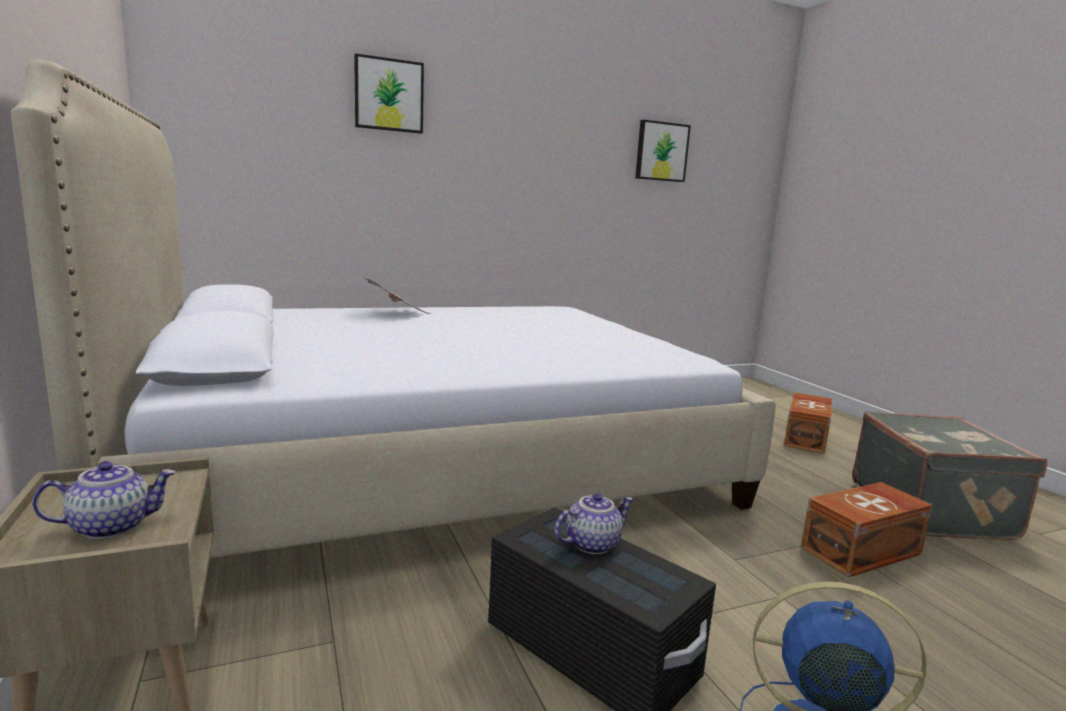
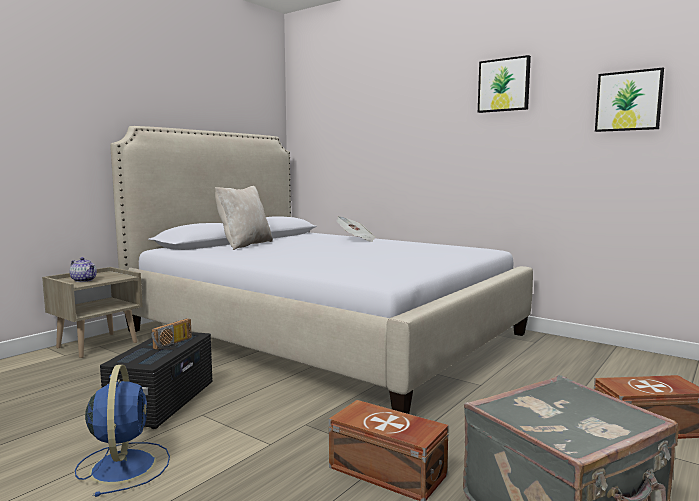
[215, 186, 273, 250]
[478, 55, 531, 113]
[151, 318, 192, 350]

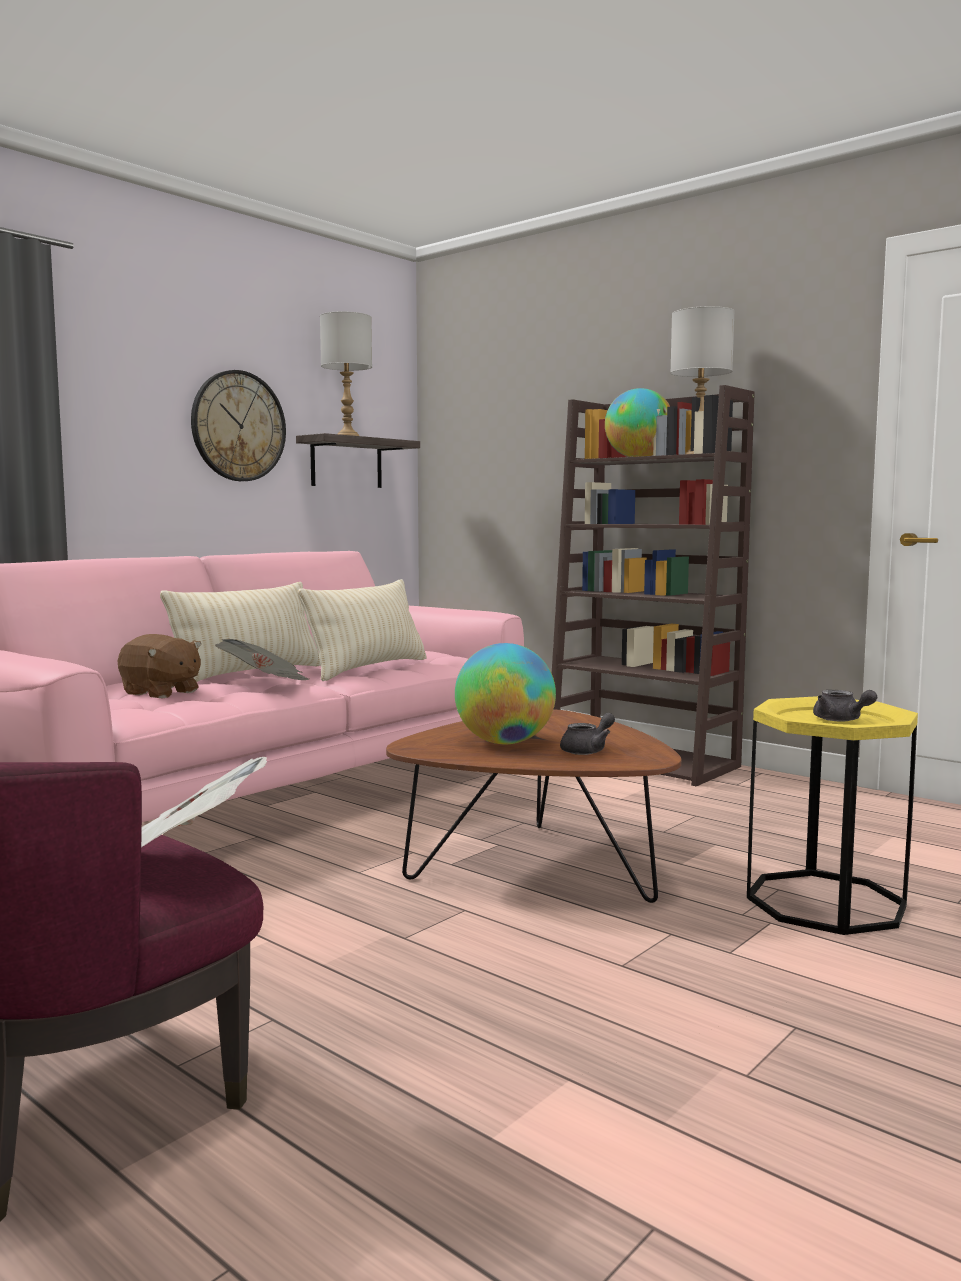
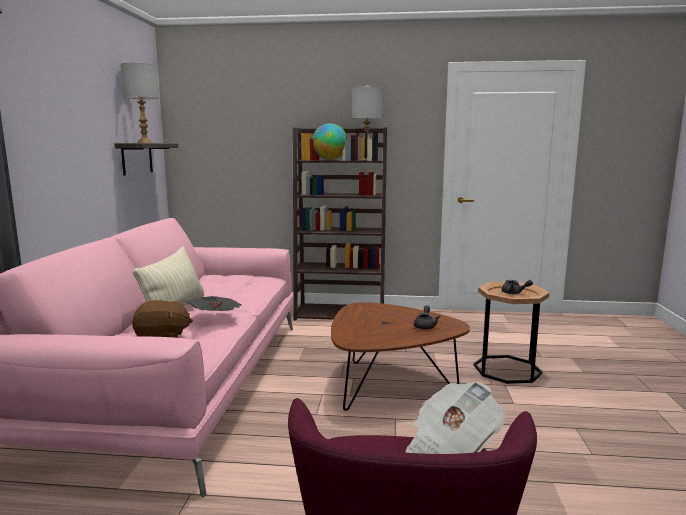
[191, 370, 286, 481] (first image)
[298, 579, 427, 681] (first image)
[455, 643, 556, 744] (first image)
[474, 282, 549, 384]

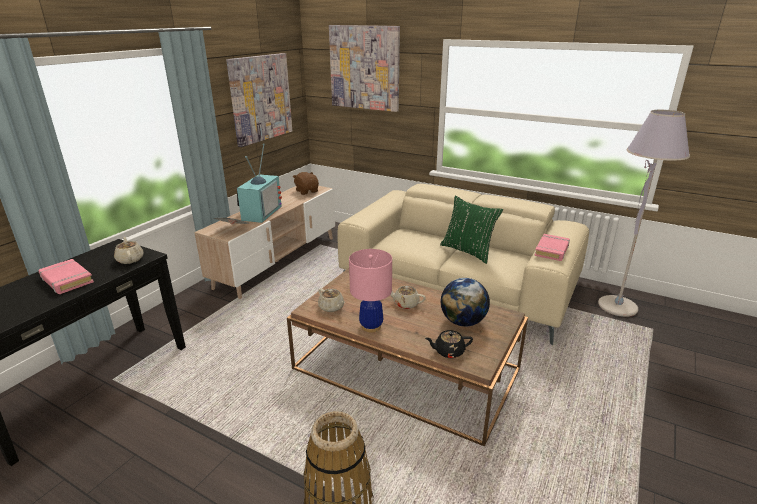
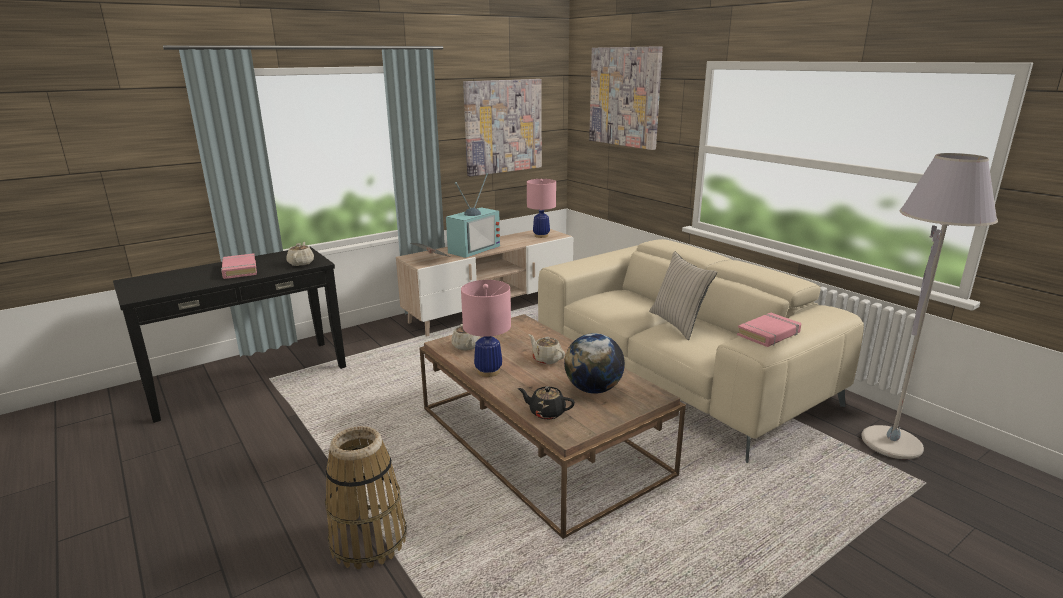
[527, 179, 556, 238]
[649, 251, 717, 340]

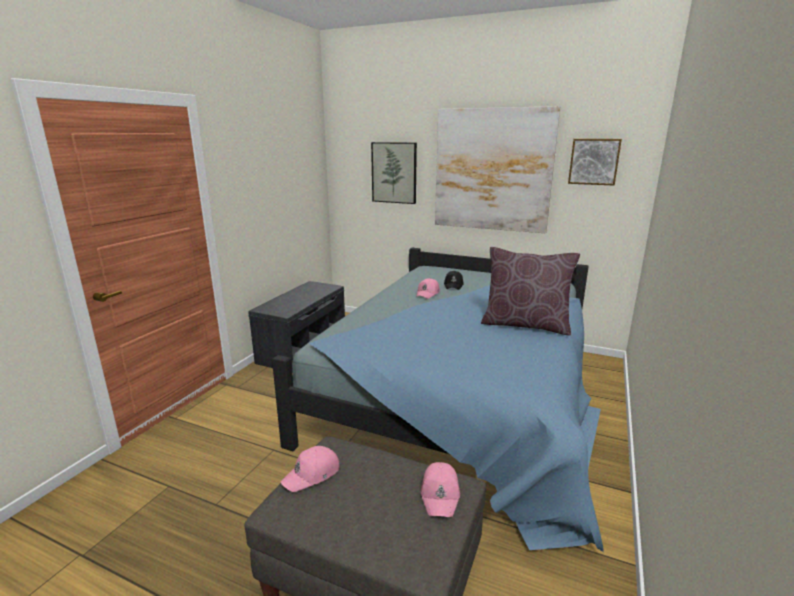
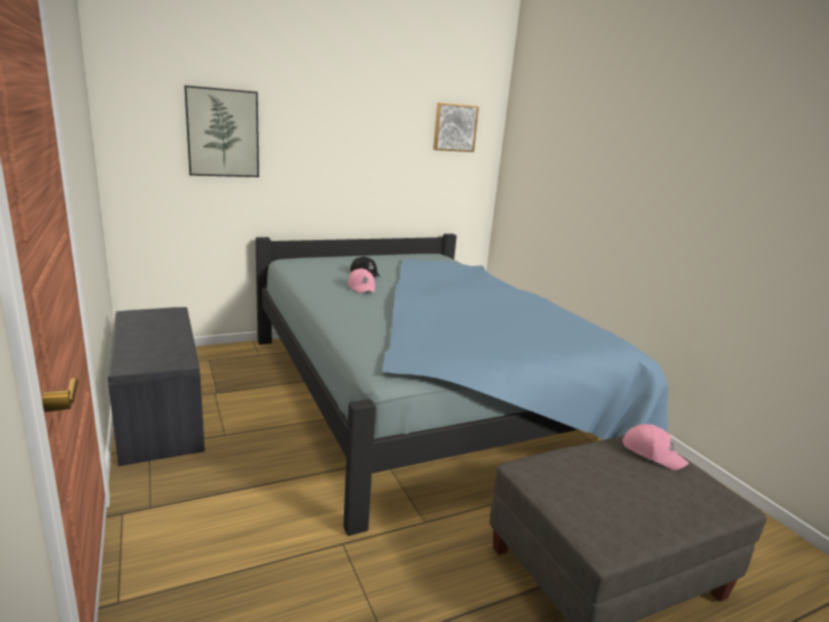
[281, 446, 339, 492] (first image)
[435, 106, 560, 233] (first image)
[481, 247, 580, 336] (first image)

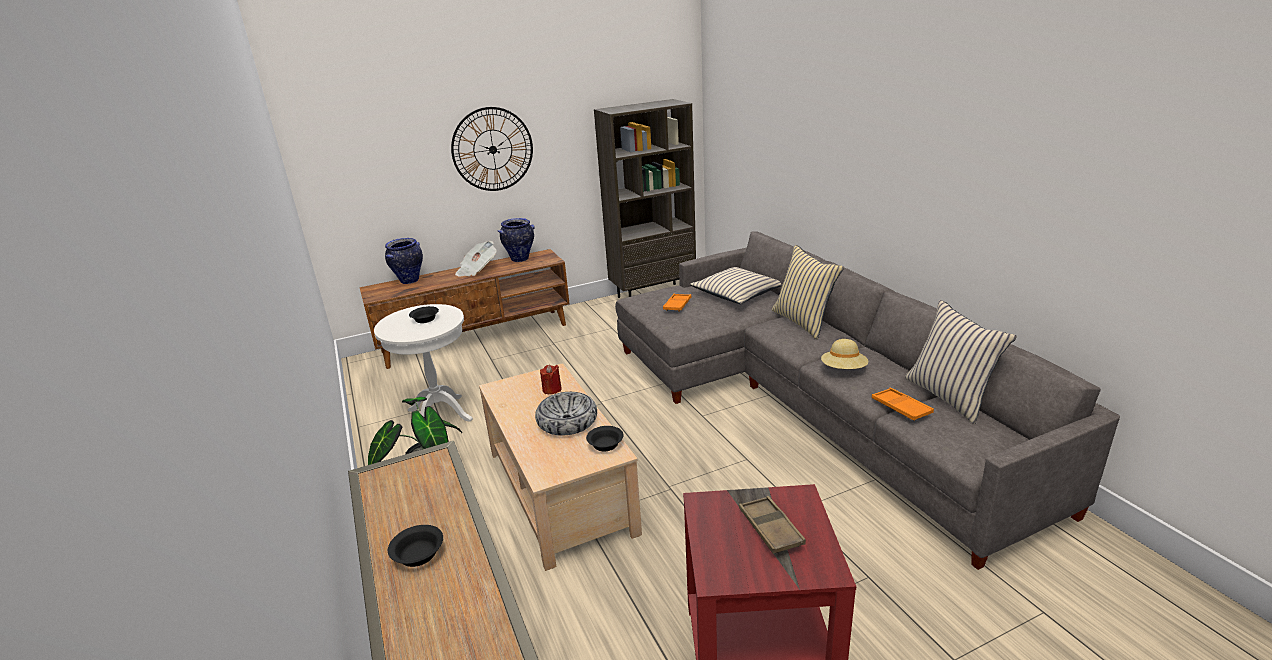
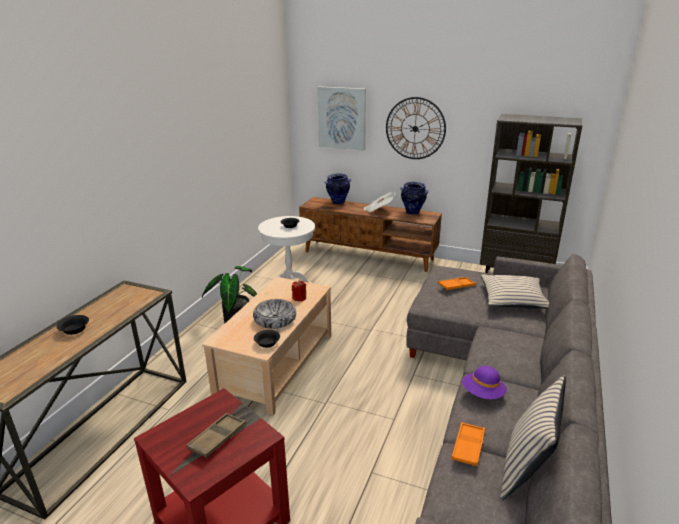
[772, 245, 844, 339] (first image)
[317, 86, 366, 151]
[462, 366, 507, 399]

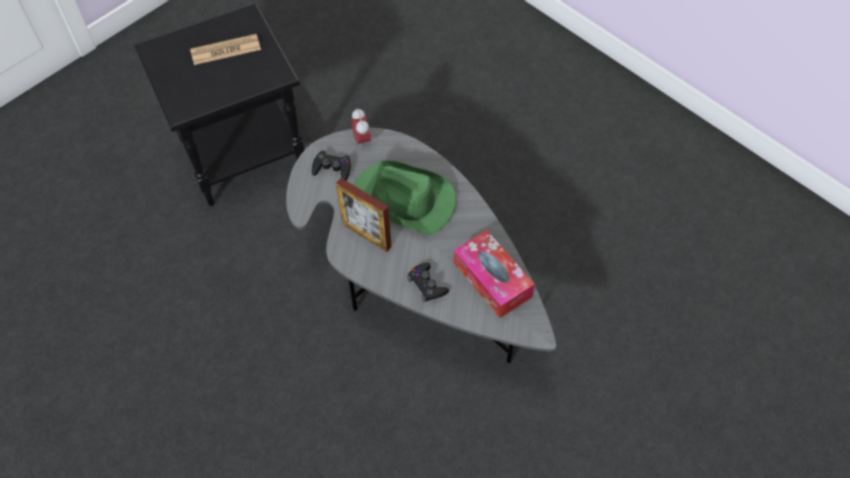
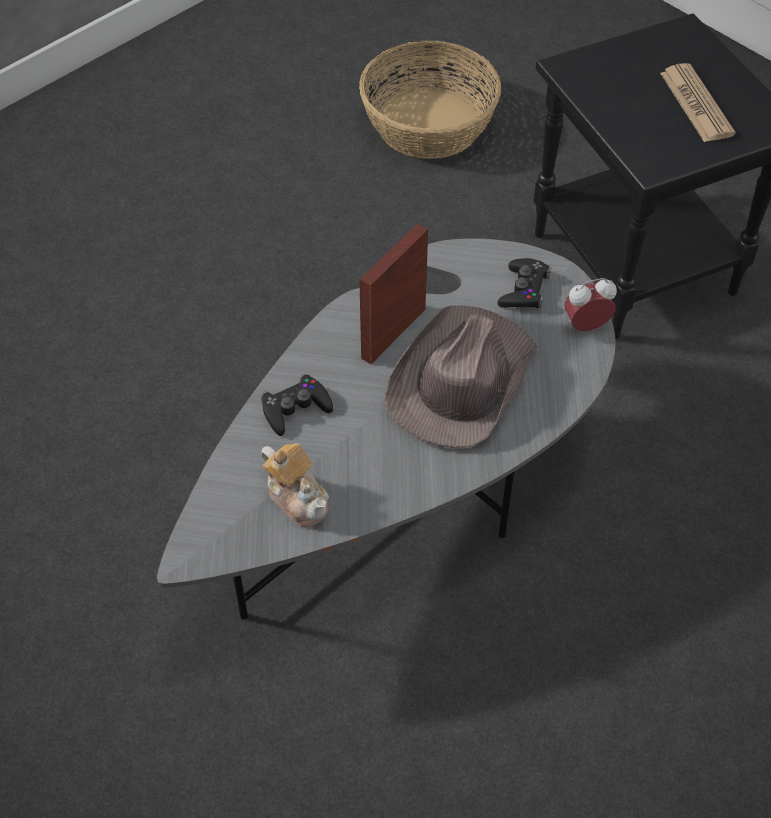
[359, 41, 501, 159]
[261, 443, 329, 527]
[384, 305, 538, 448]

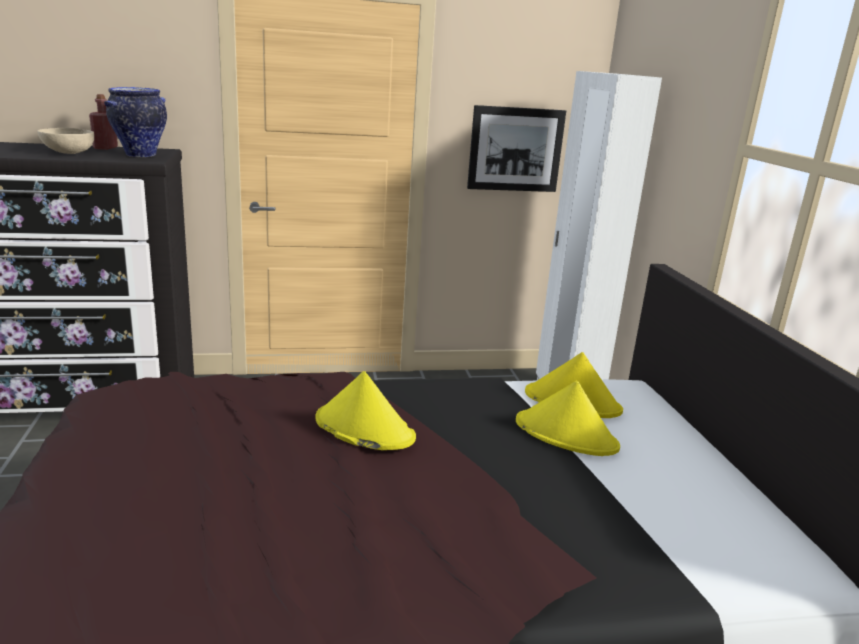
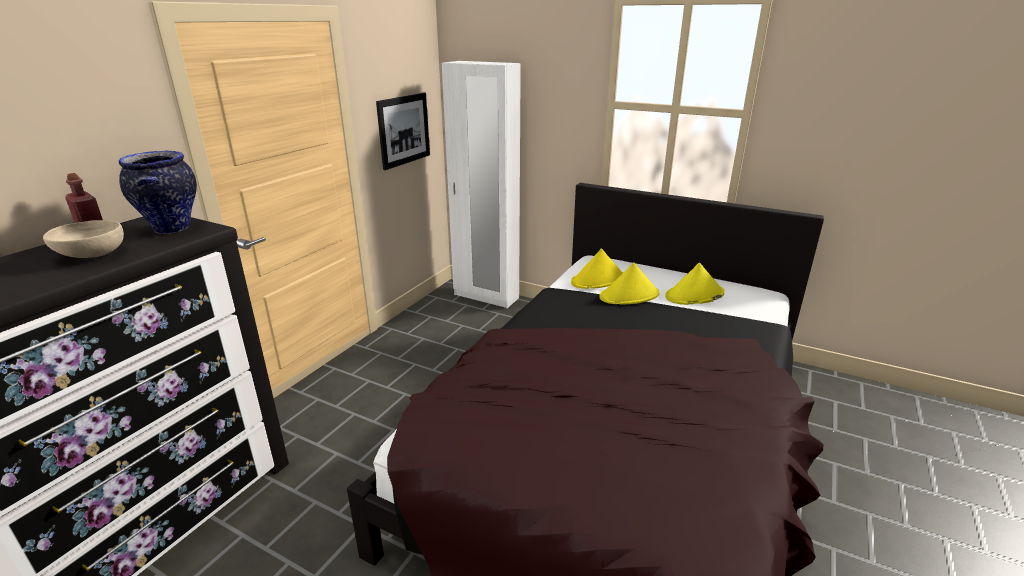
[665, 263, 725, 305]

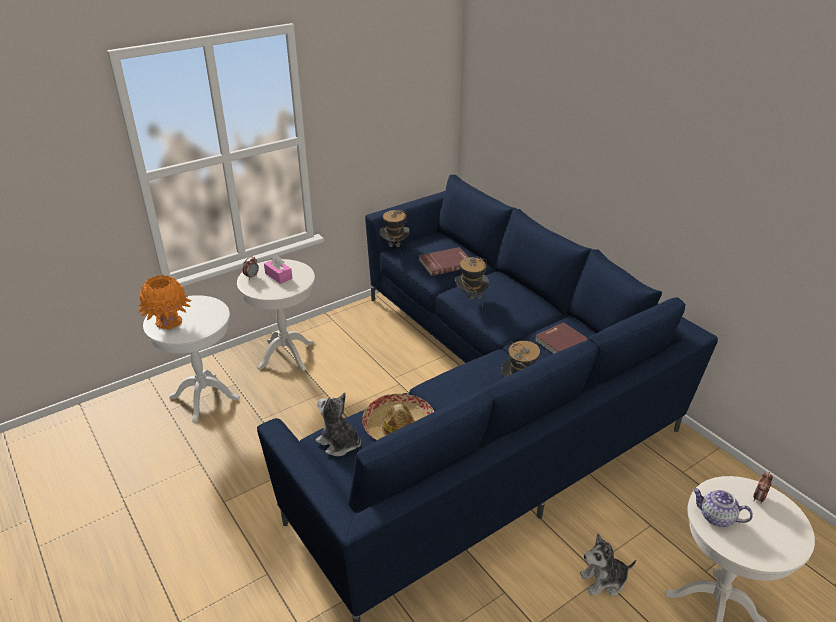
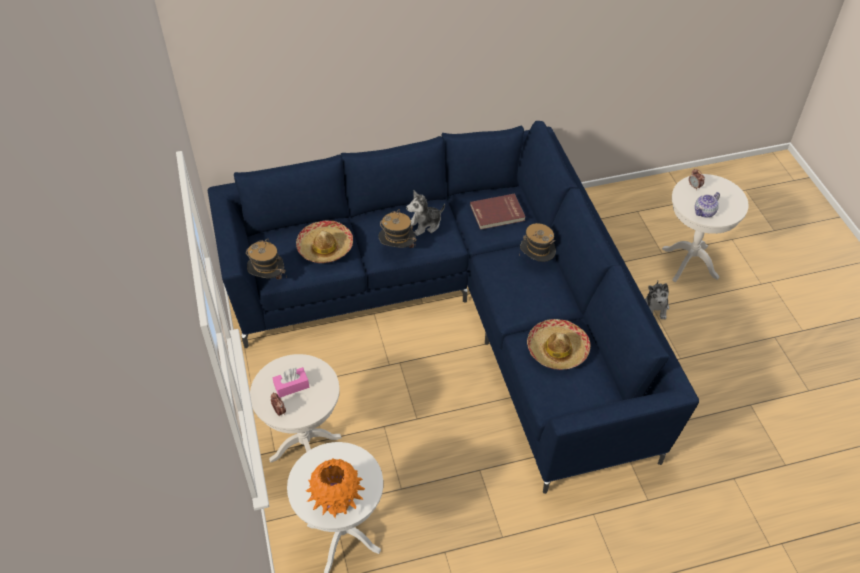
[406, 191, 445, 236]
[296, 221, 353, 263]

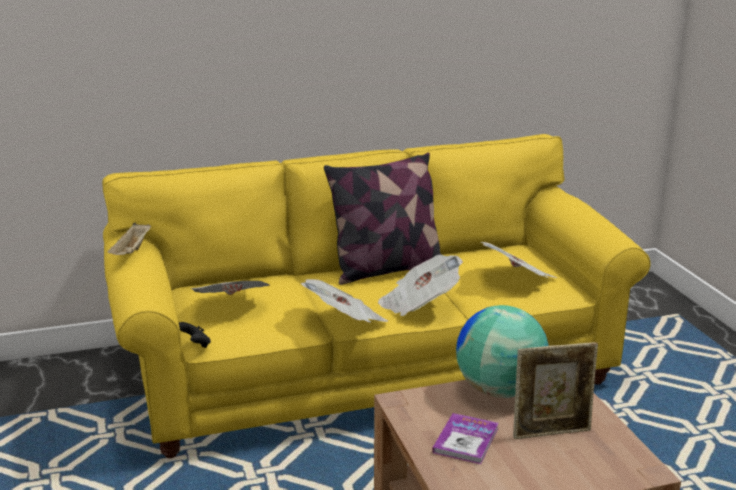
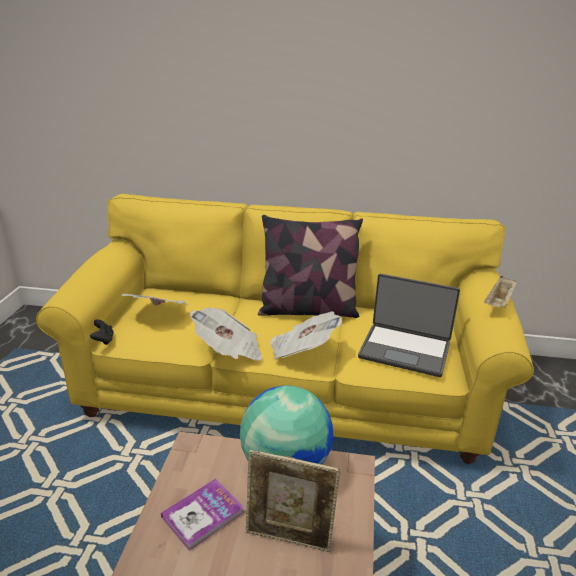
[484, 276, 517, 308]
[358, 274, 460, 377]

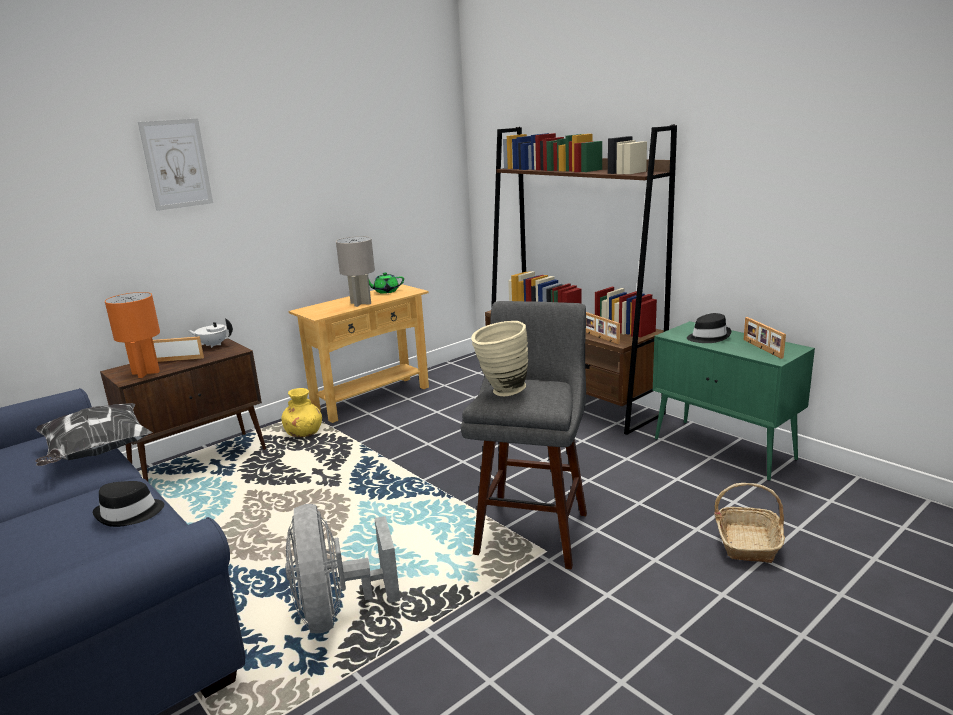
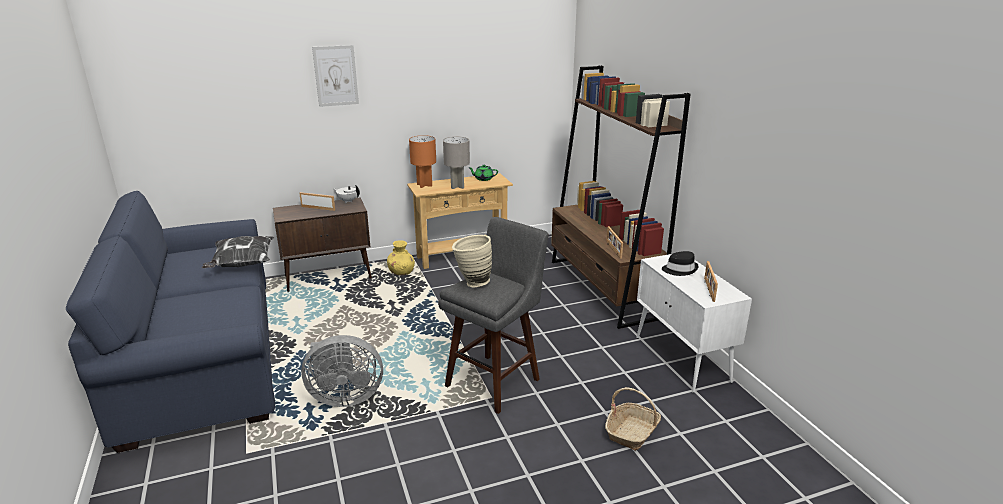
[93, 481, 164, 527] (first image)
[409, 135, 436, 188]
[636, 254, 752, 393]
[301, 335, 383, 407]

